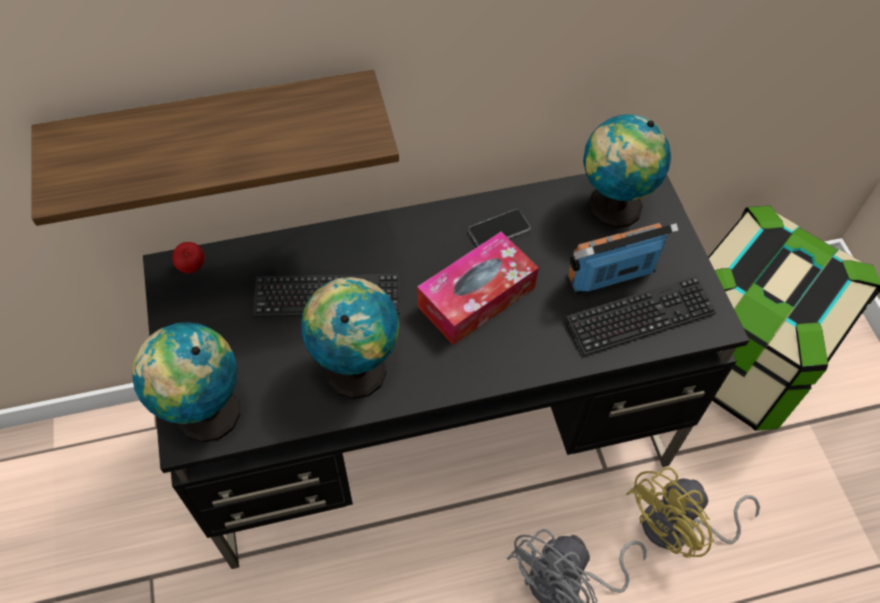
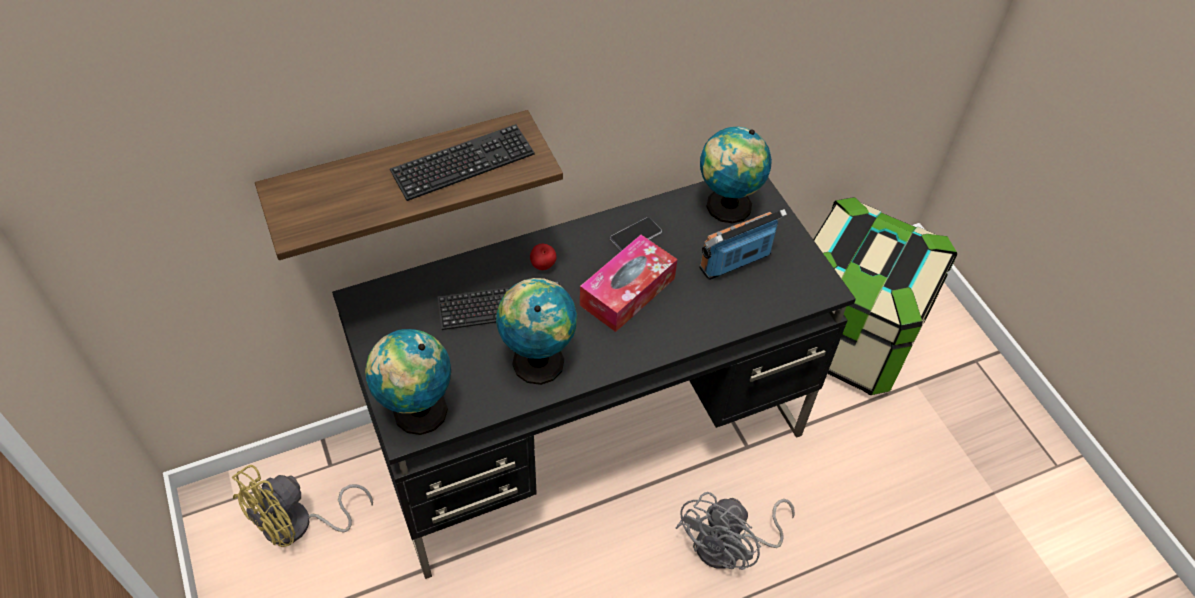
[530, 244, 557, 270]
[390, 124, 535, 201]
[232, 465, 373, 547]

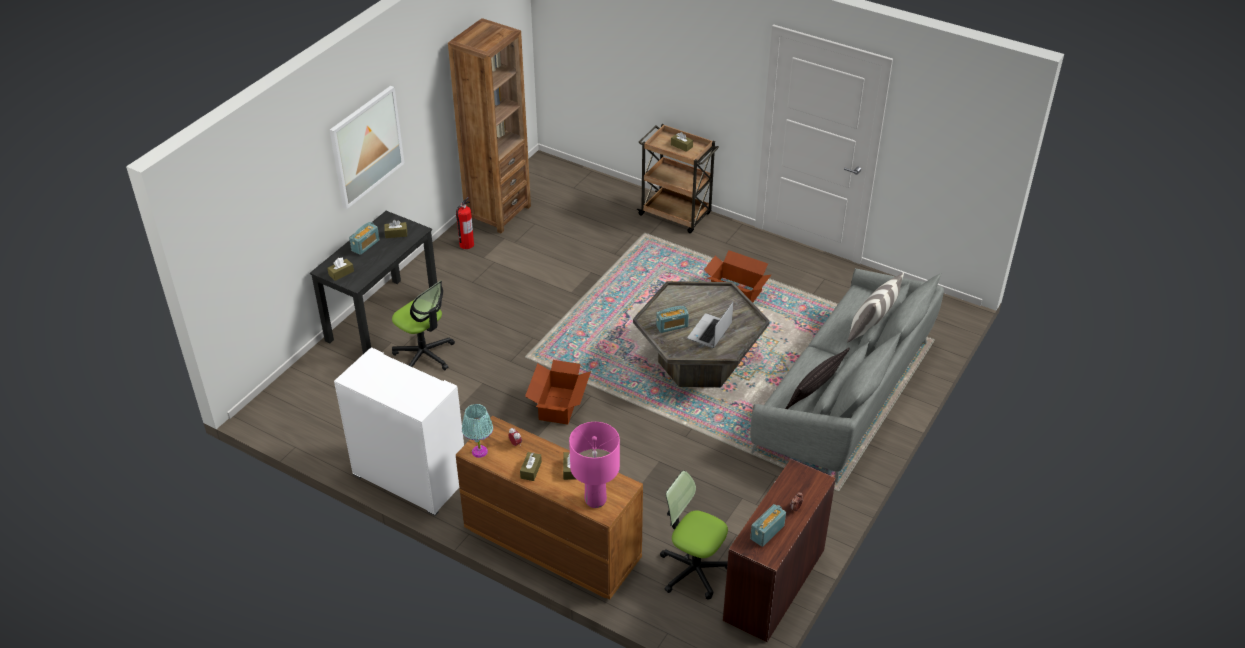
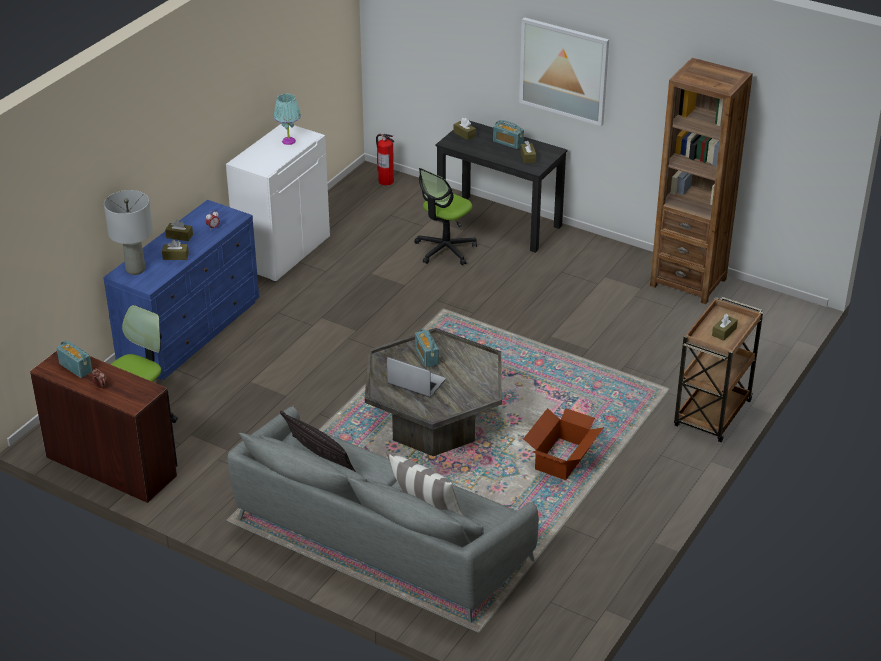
[525, 360, 591, 425] (first image)
[376, 134, 394, 185]
[274, 94, 301, 145]
[103, 200, 259, 380]
[104, 190, 153, 275]

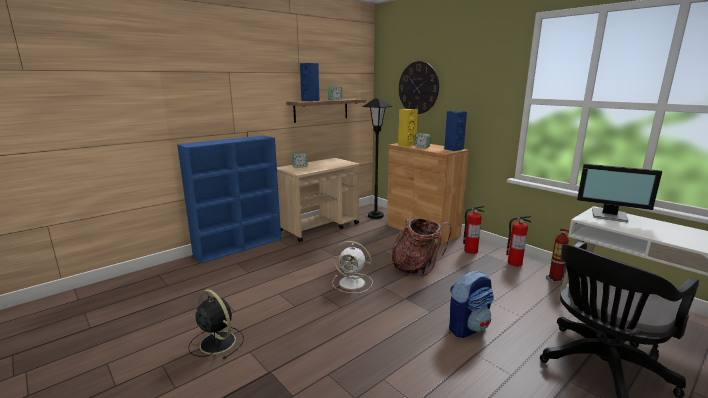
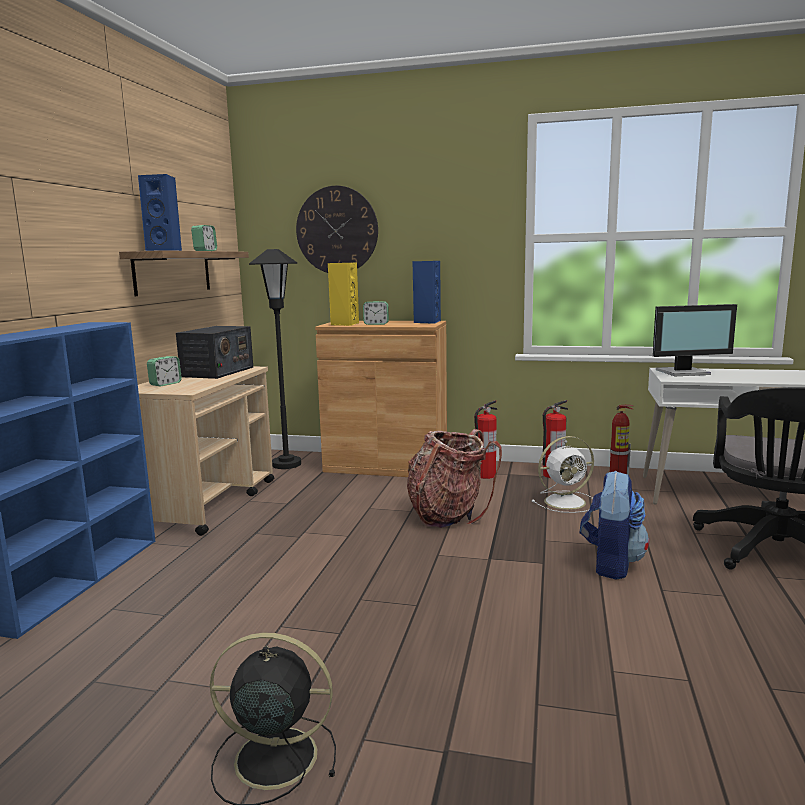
[176, 326, 253, 379]
[531, 436, 594, 513]

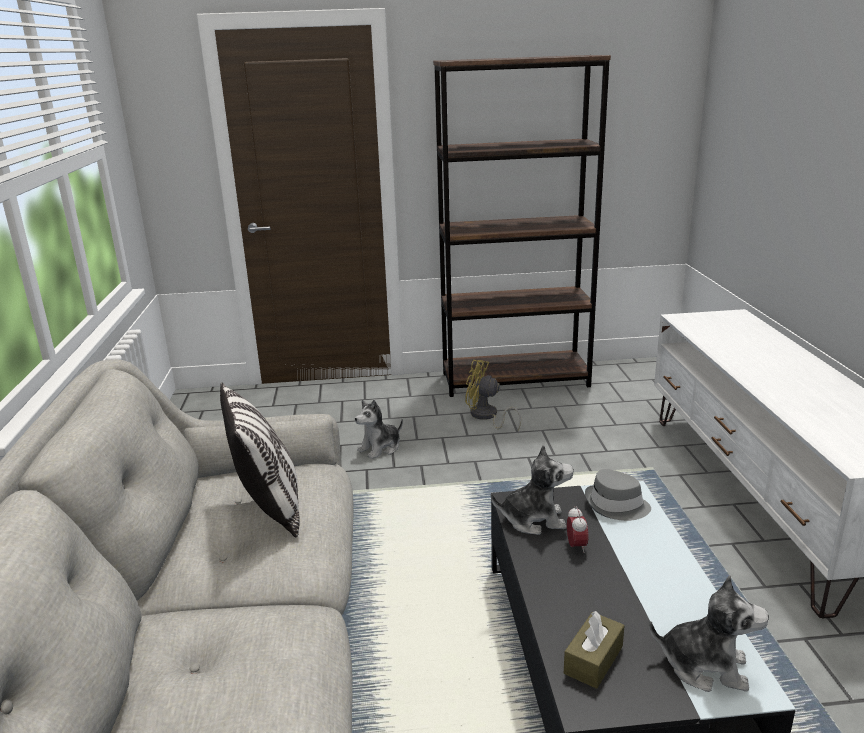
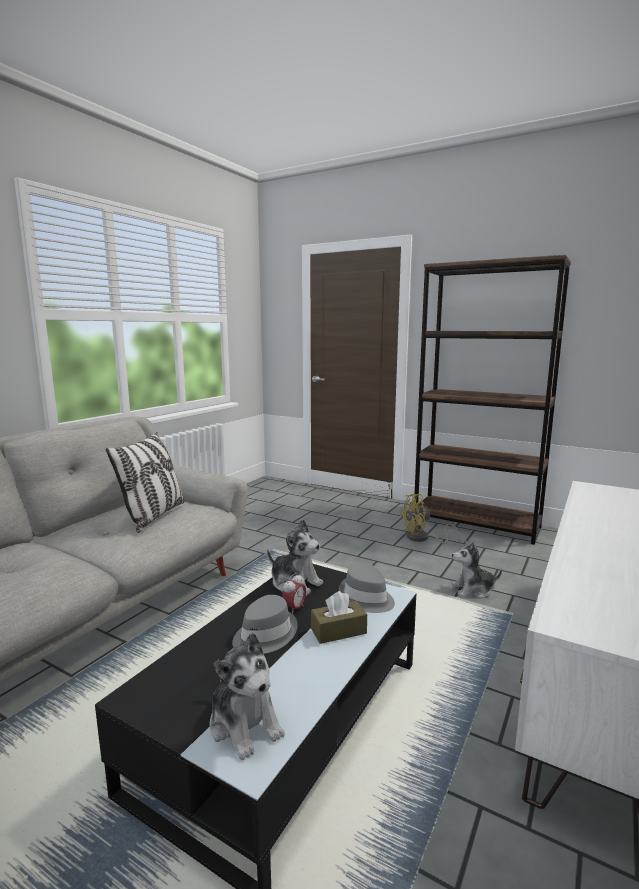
[232, 595, 298, 654]
[452, 541, 502, 599]
[311, 591, 367, 644]
[399, 494, 459, 544]

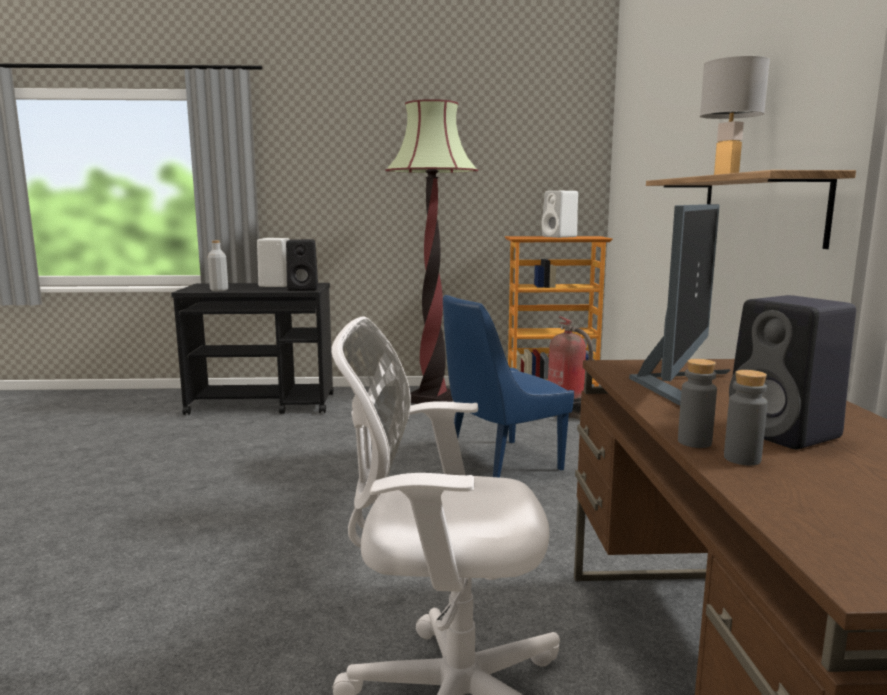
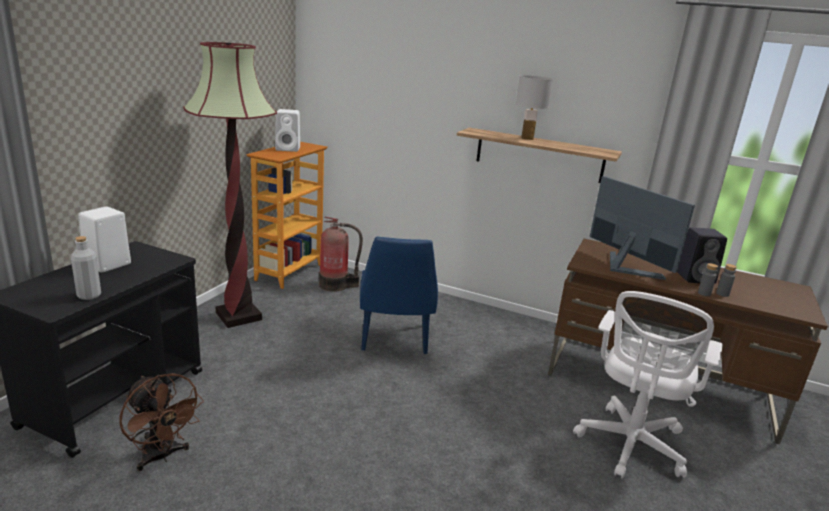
[286, 239, 318, 291] (first image)
[120, 373, 204, 471]

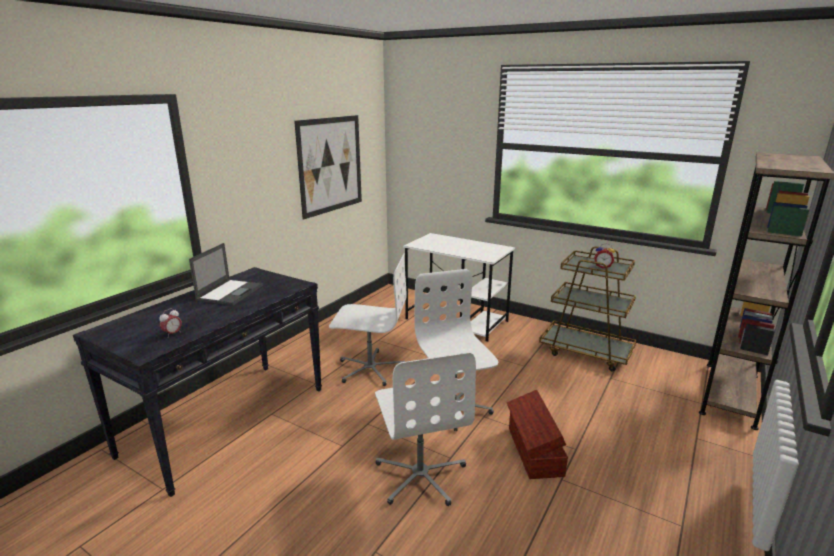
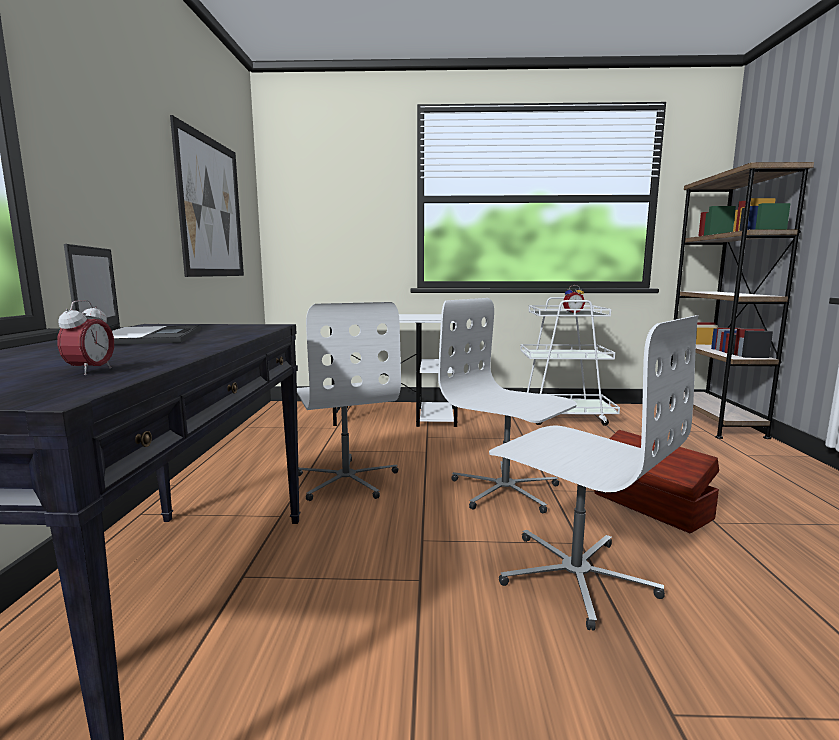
[520, 297, 620, 426]
[297, 302, 401, 501]

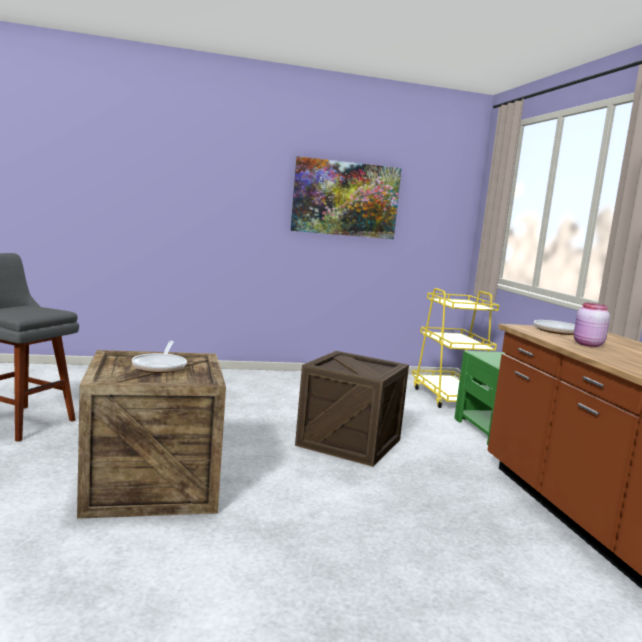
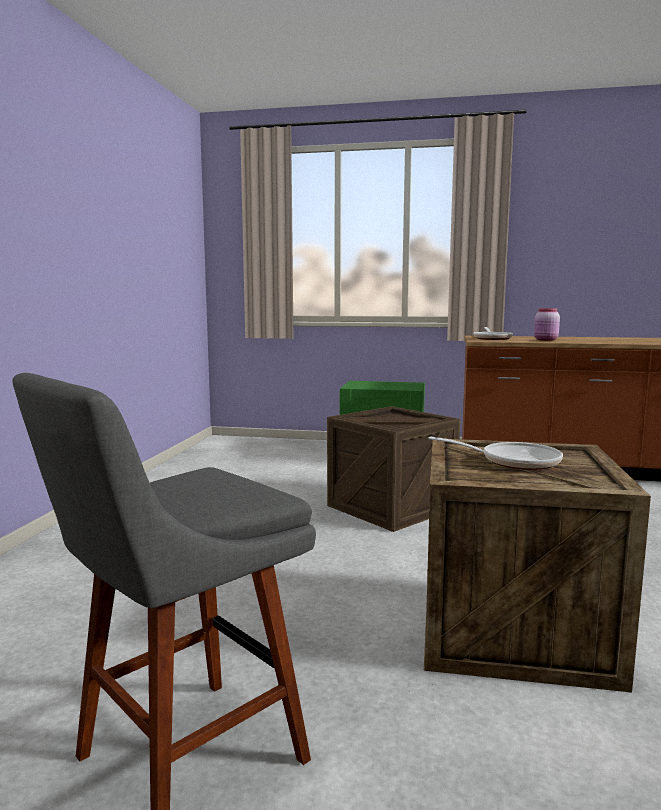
[291, 156, 402, 239] (first image)
[412, 288, 499, 408] (first image)

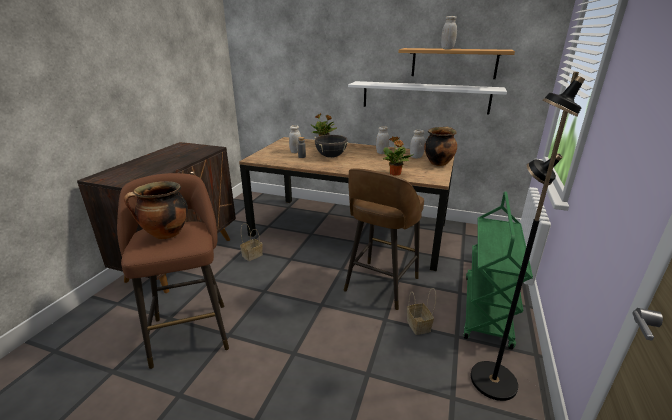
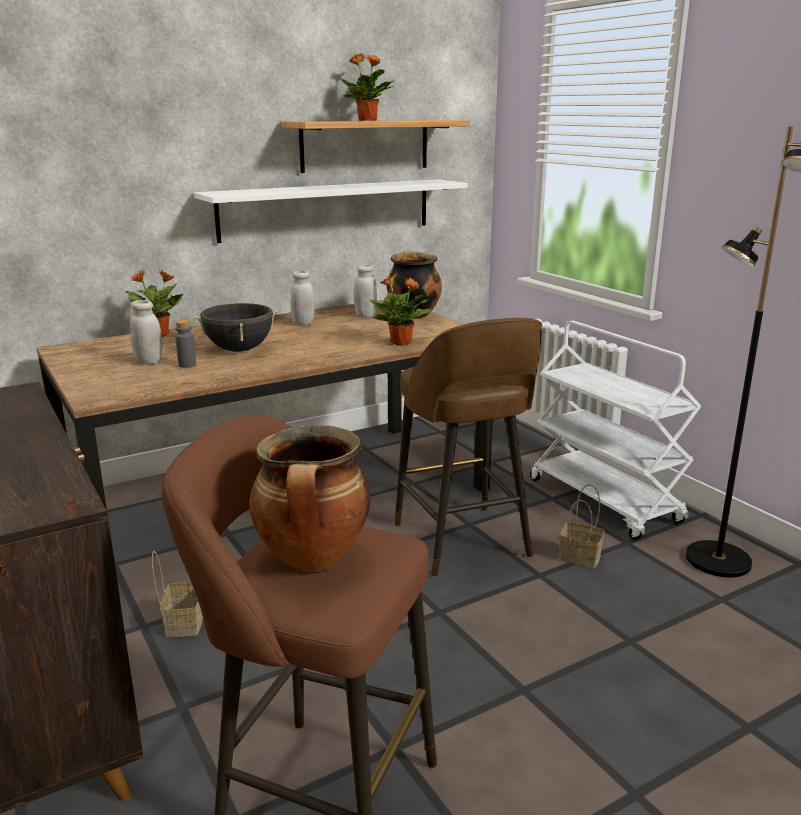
[340, 53, 394, 121]
[530, 321, 701, 540]

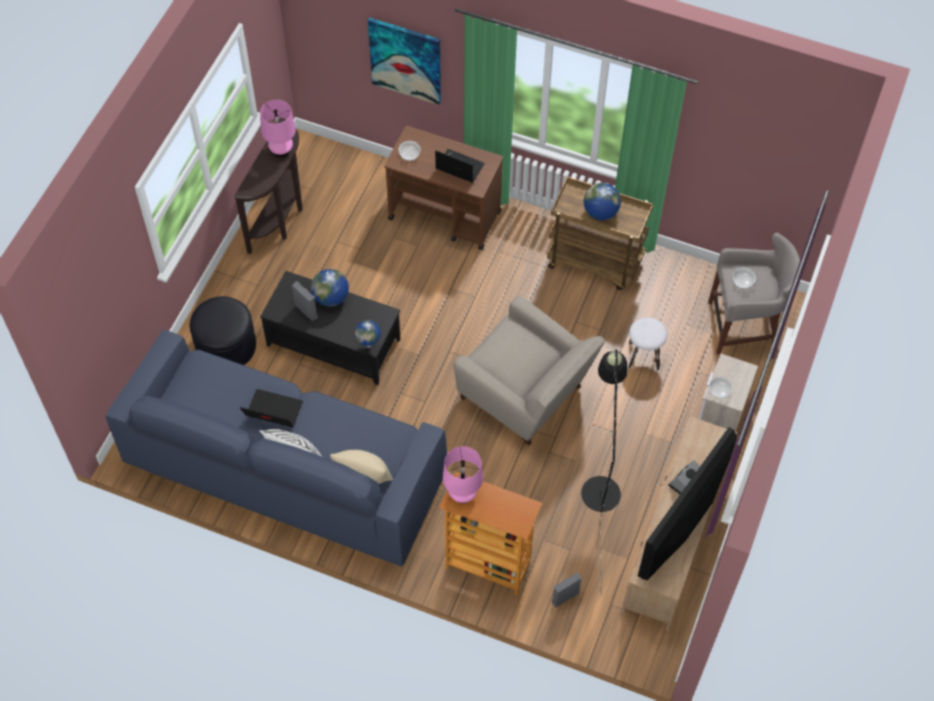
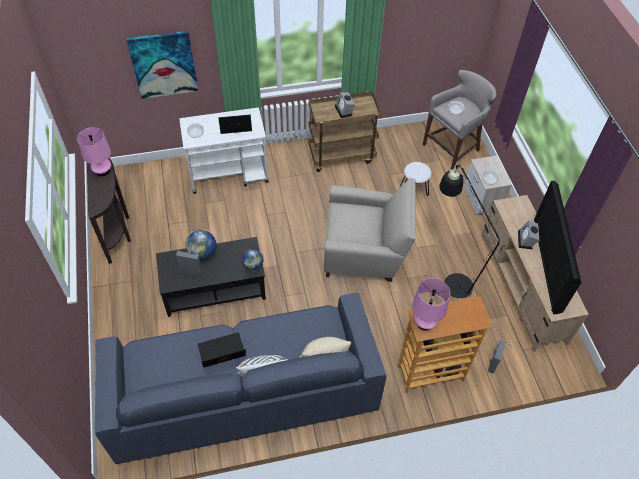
[190, 296, 256, 365] (first image)
[335, 92, 355, 118]
[179, 108, 269, 194]

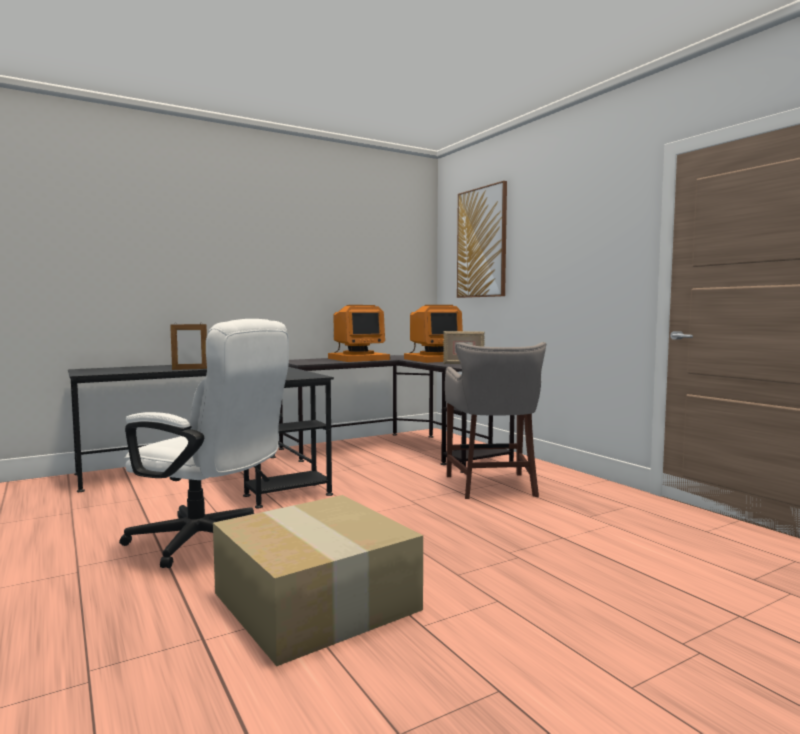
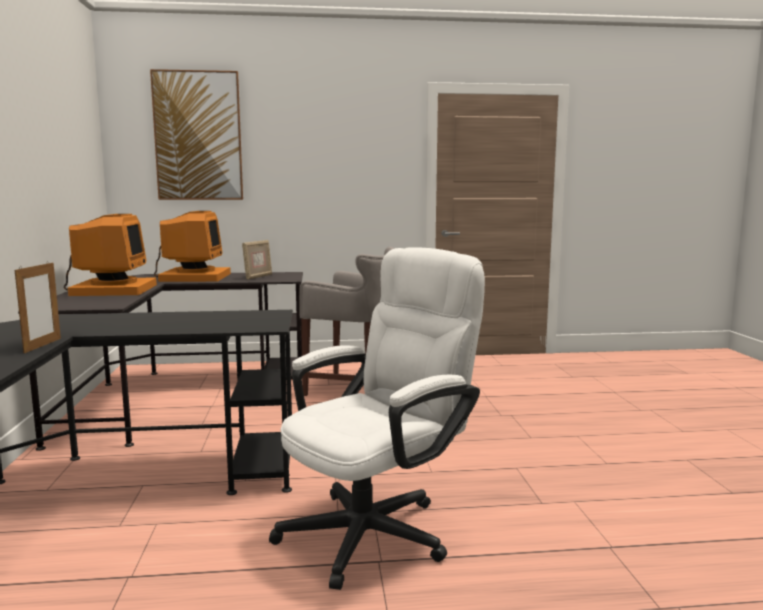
[213, 495, 423, 666] (first image)

